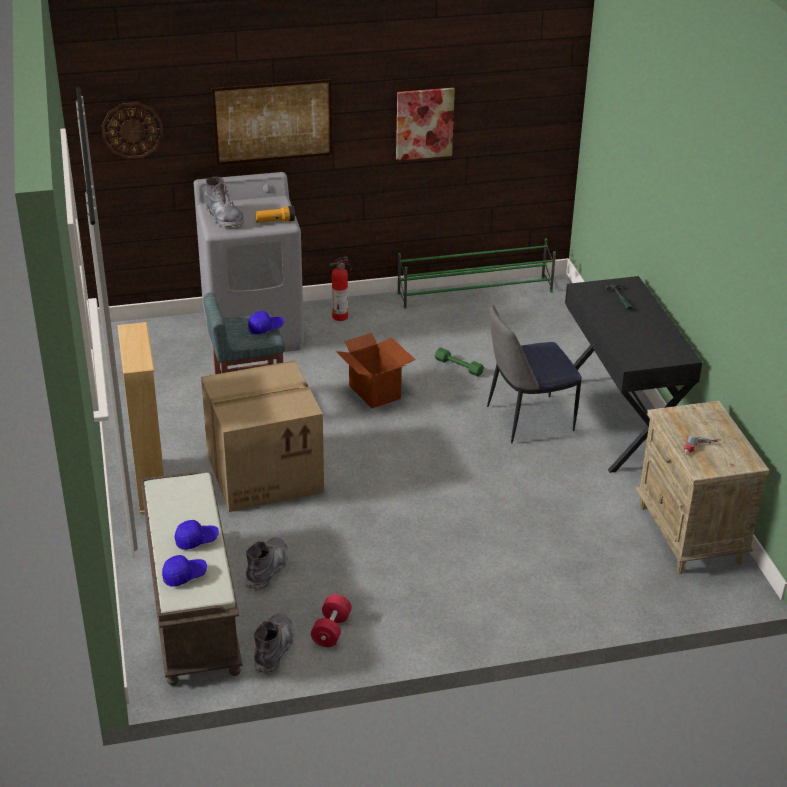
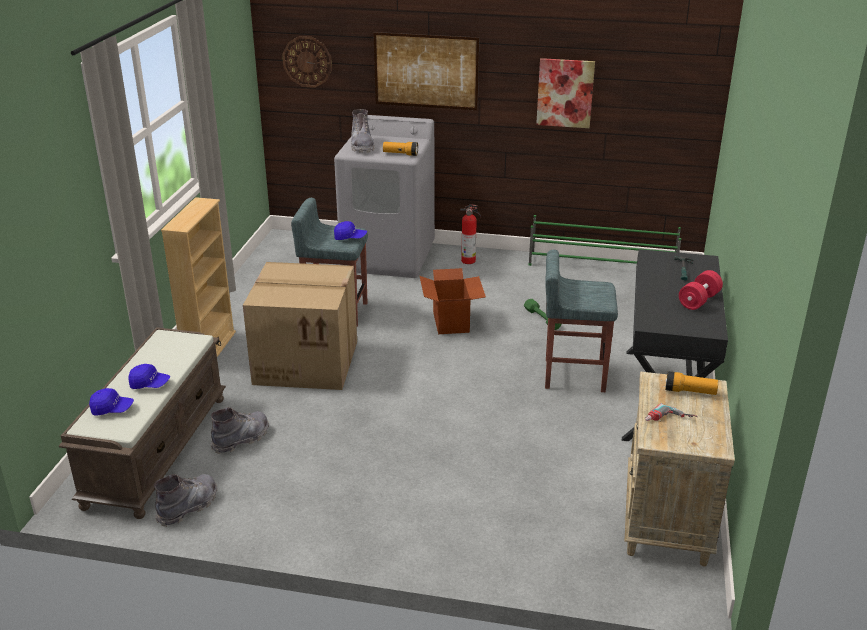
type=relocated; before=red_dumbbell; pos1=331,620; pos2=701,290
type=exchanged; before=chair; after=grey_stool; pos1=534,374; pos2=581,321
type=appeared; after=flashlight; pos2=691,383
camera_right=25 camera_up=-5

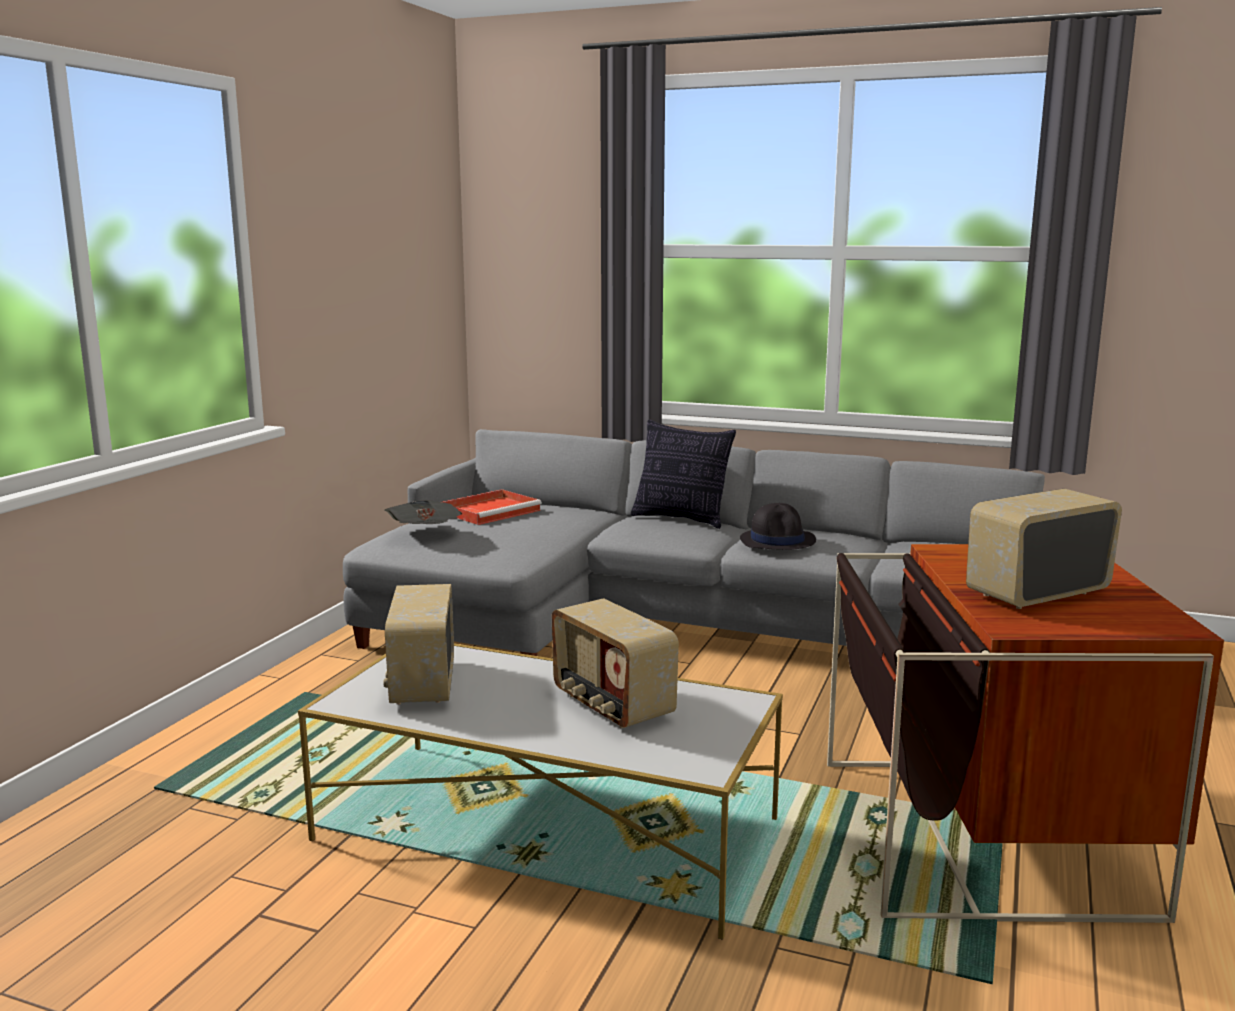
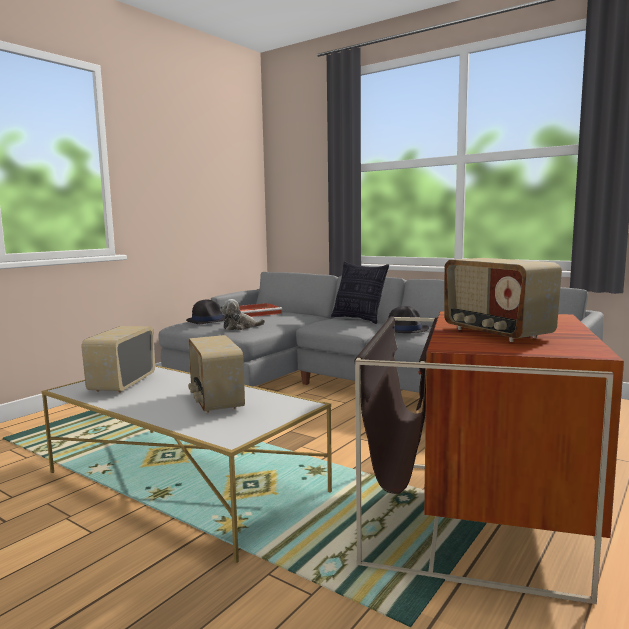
type=exchanged; before=newspaper; after=black_hat; pos1=423,512; pos2=205,311
type=spun; before=radio; pos1=1044,549; pos2=503,300; turn=-105
type=appeared; after=plush_toy; pos2=242,314
camera_right=15 camera_up=-5

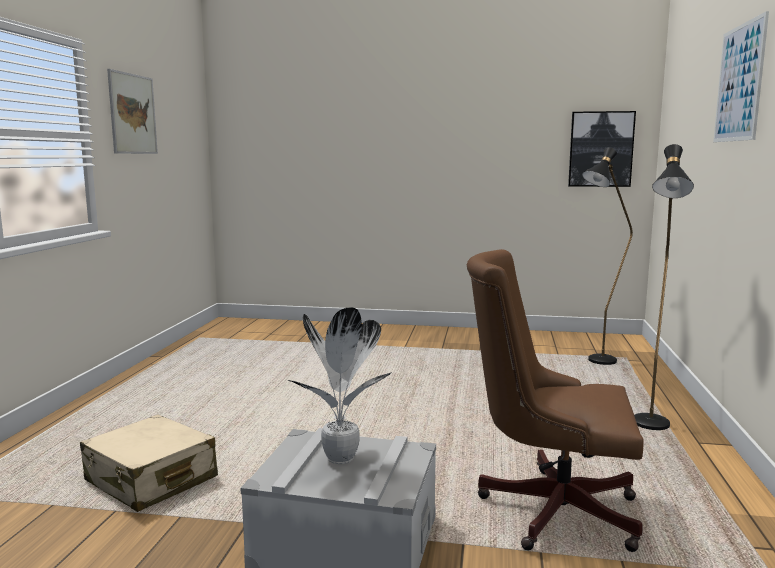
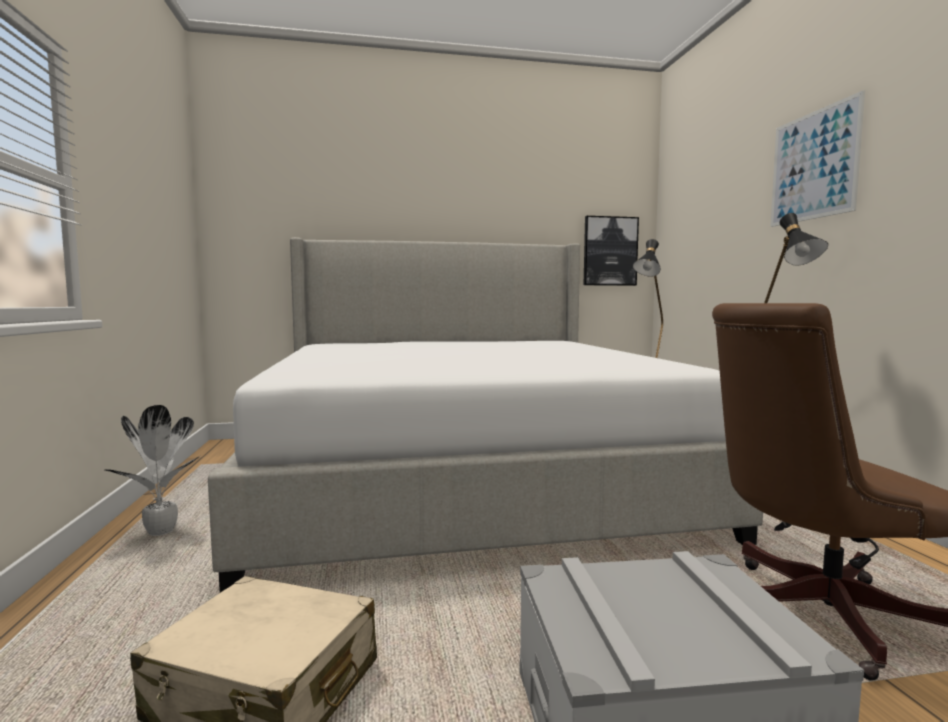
type=missing; before=picture; pos1=132,111
type=relocated; before=potted_plant; pos1=339,385; pos2=152,470
type=appeared; after=bed; pos2=485,415
camera_right=-20 camera_up=-5

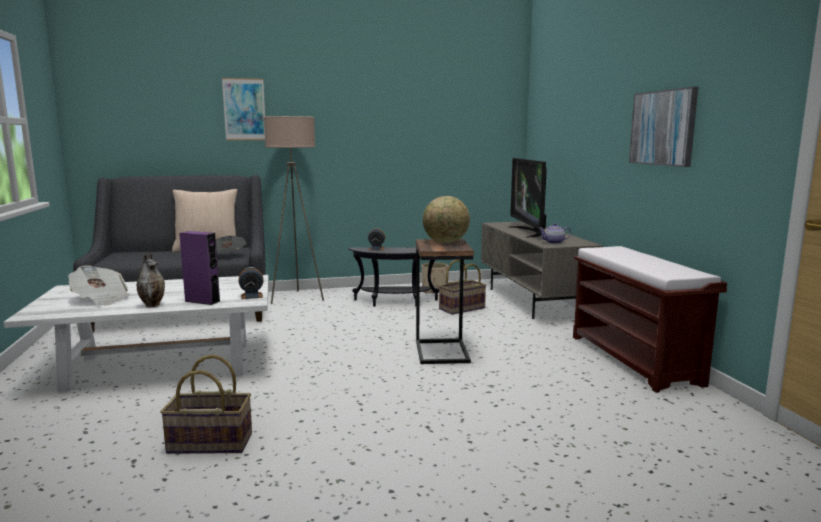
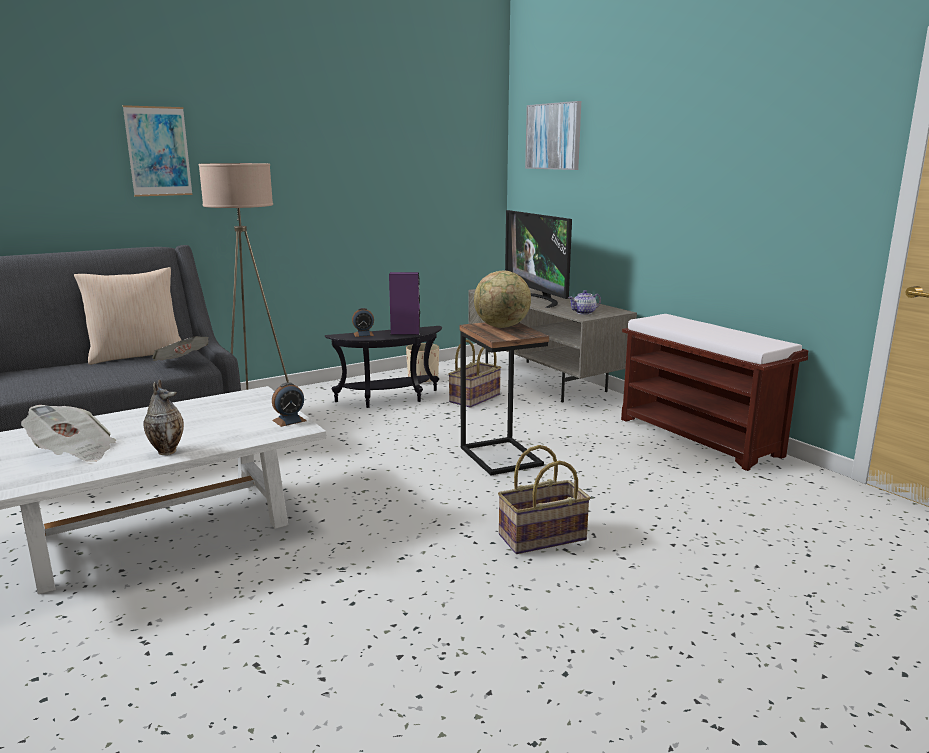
type=relocated; before=basket; pos1=206,404; pos2=544,499
type=relocated; before=purple_speaker; pos1=200,268; pos2=404,303
type=relocated; before=picture; pos1=663,127; pos2=553,135
camera_right=-20 camera_up=5

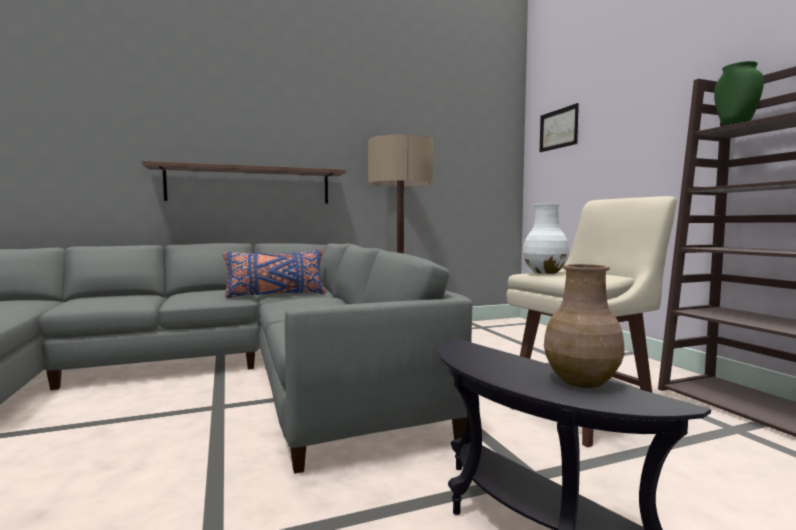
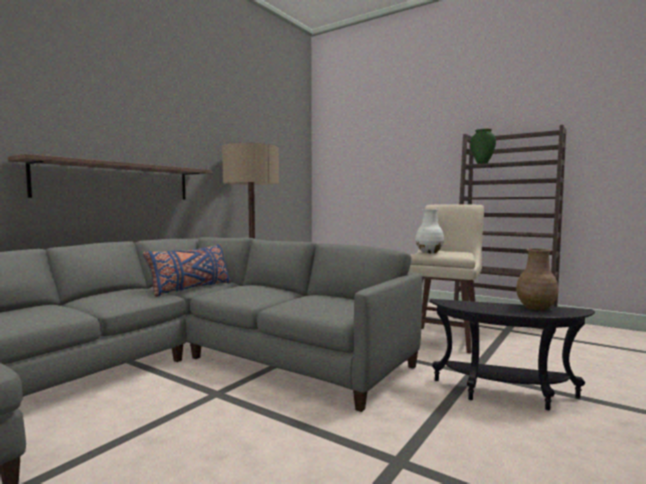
type=missing; before=picture; pos1=559,127
camera_right=-35 camera_up=0

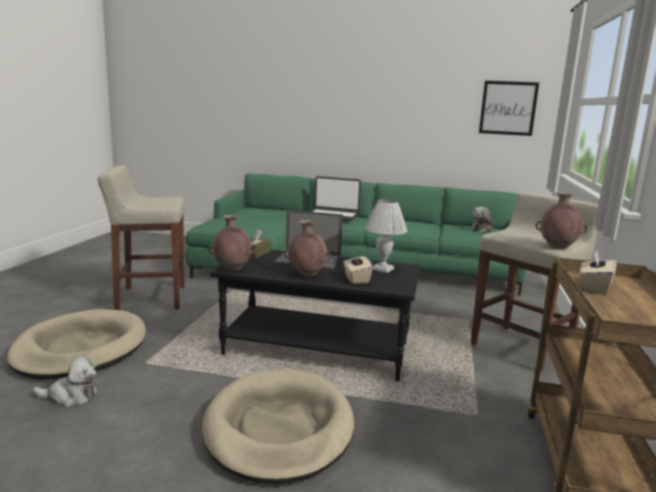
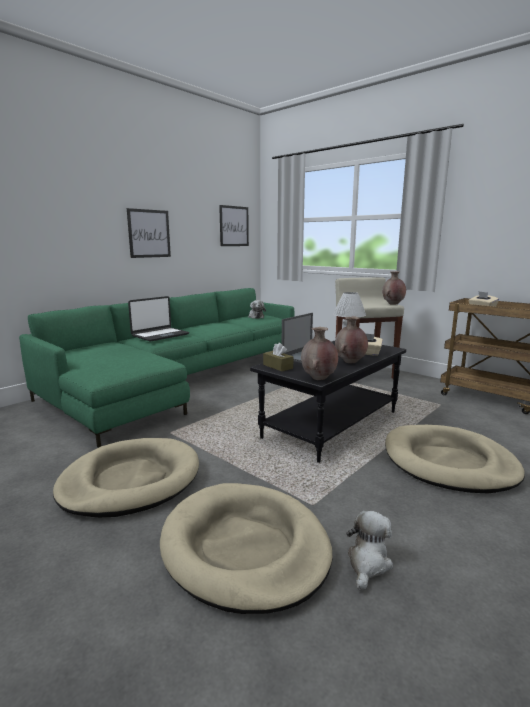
type=exchanged; before=beige_stool; after=beige_dog_bed; pos1=141,237; pos2=126,478
type=appeared; after=picture; pos2=149,233
camera_right=-60 camera_up=0

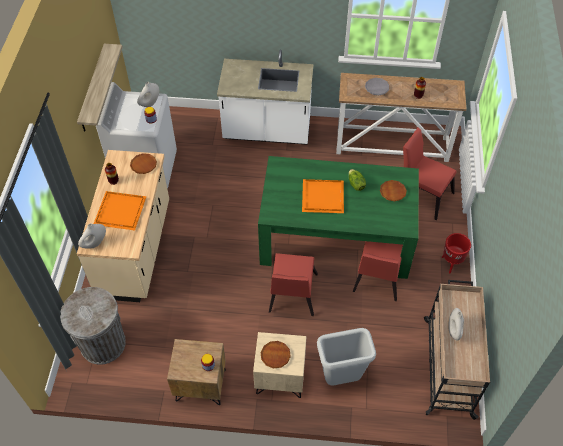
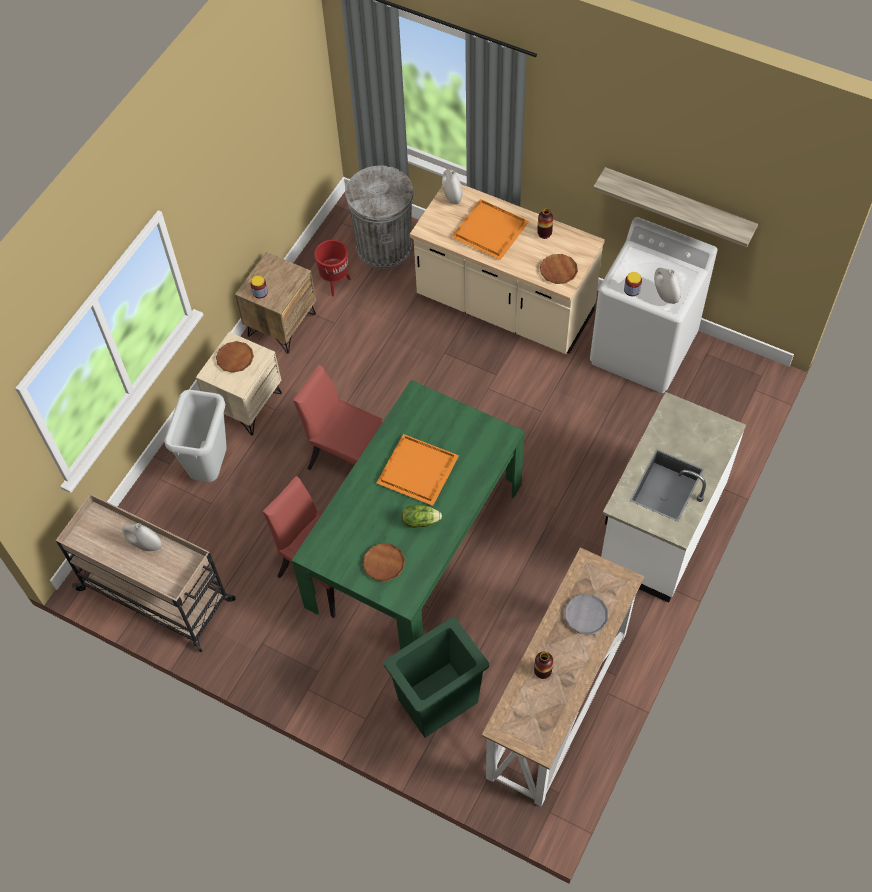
type=exchanged; before=red_chair; after=green_trash_can; pos1=430,174; pos2=436,677
type=relocated; before=red_planter; pos1=456,253; pos2=332,268
camera_right=115 camera_up=5

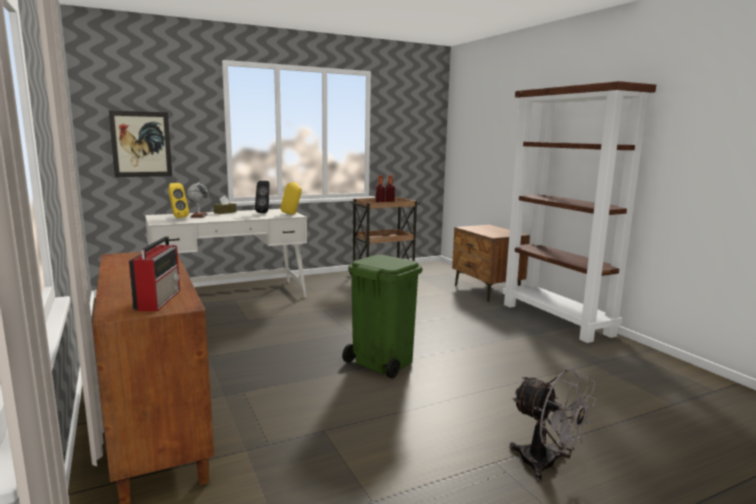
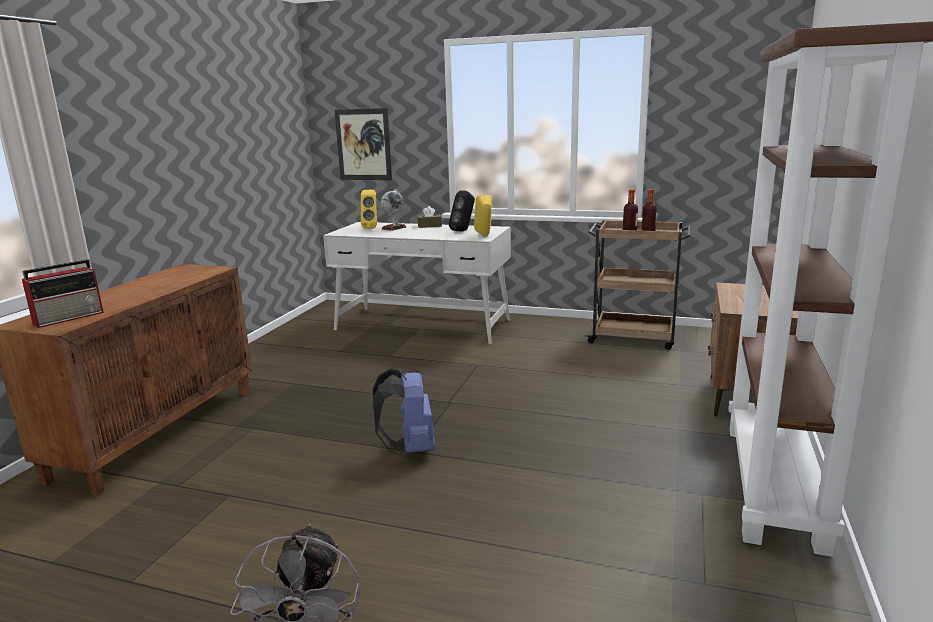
type=exchanged; before=green_trash_can; after=blue_backpack; pos1=382,316; pos2=404,412
camera_right=45 camera_up=5

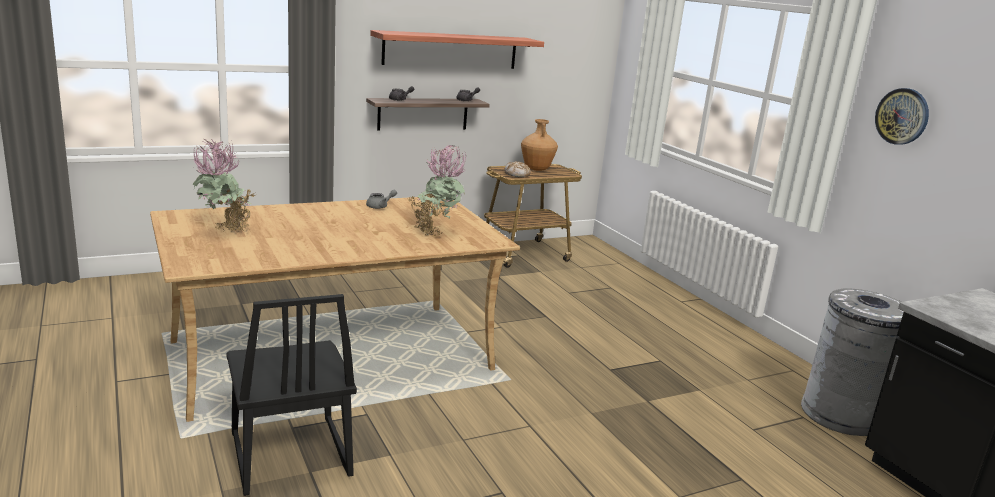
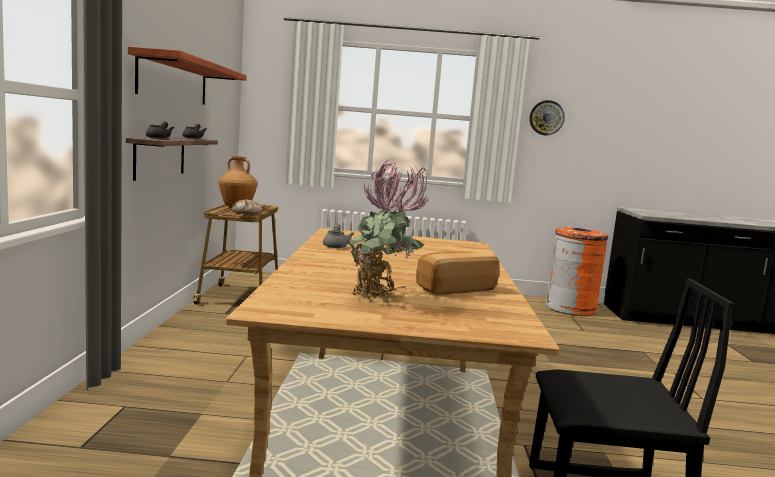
type=missing; before=potted_plant; pos1=436,190
type=colour; before=grey_trash_can; after=orange_trash_can; pos1=852,362; pos2=576,271
type=appeared; after=bread; pos2=457,273
camera_right=-60 camera_up=-10

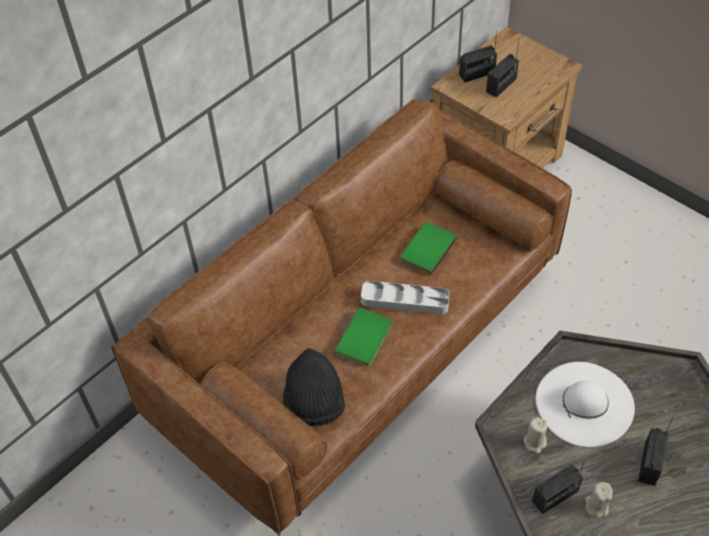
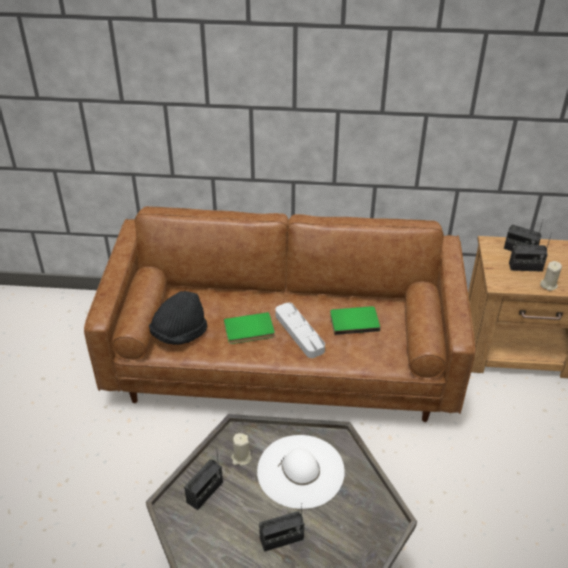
type=spun; before=radio; pos1=558,486; pos2=203,478; turn=-75
type=relocated; before=beige_candle; pos1=599,500; pos2=551,276
camera_right=50 camera_up=-10

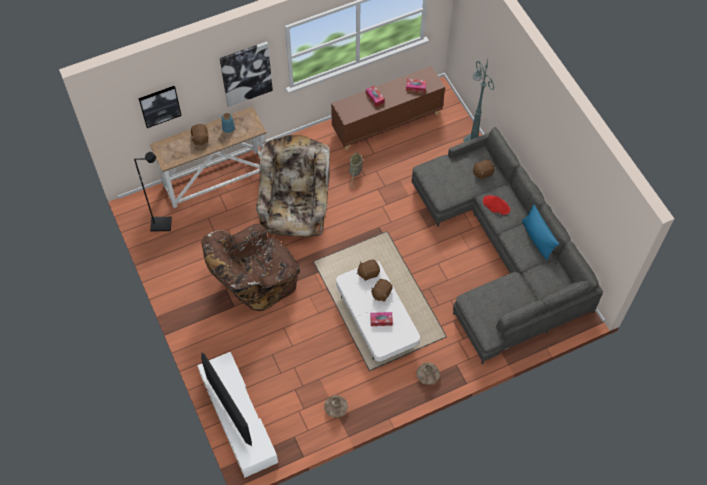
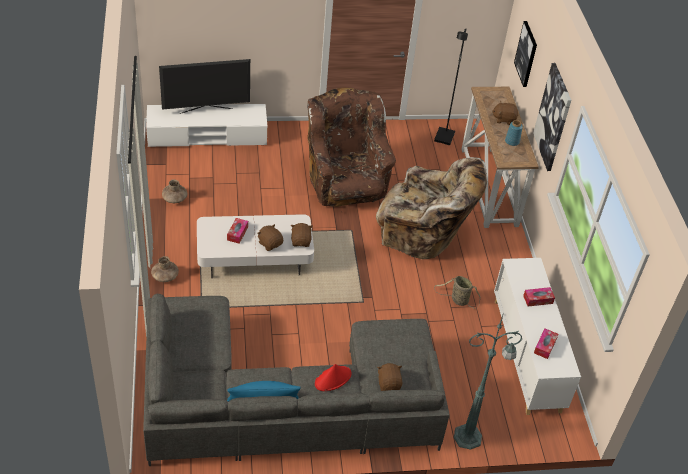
type=colour; before=brown_cabinet; after=white_cabinet; pos1=388,108; pos2=537,336
camera_right=105 camera_up=-15

